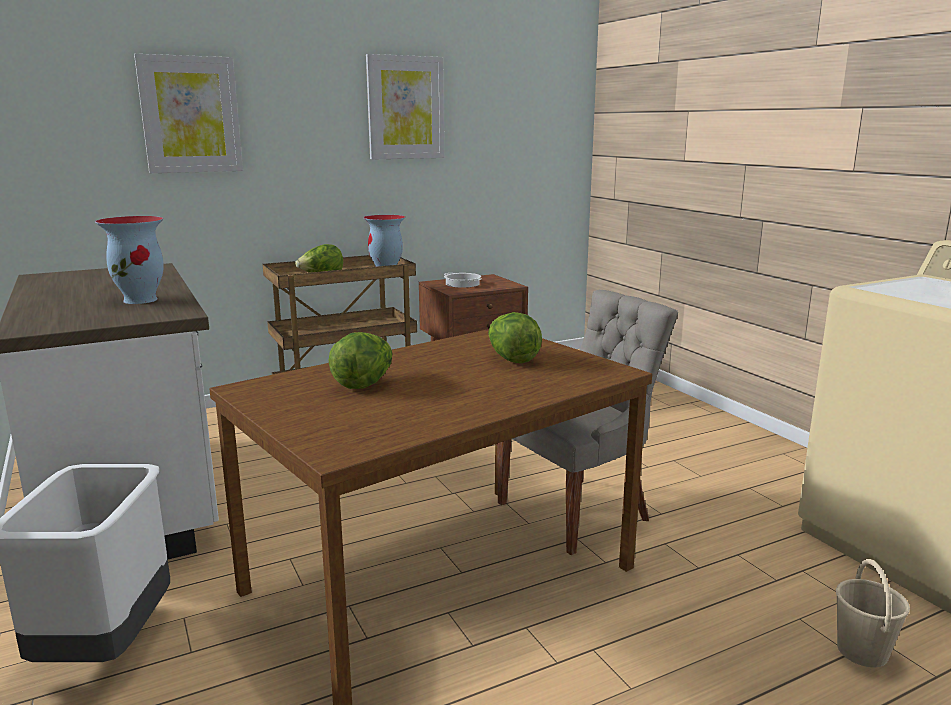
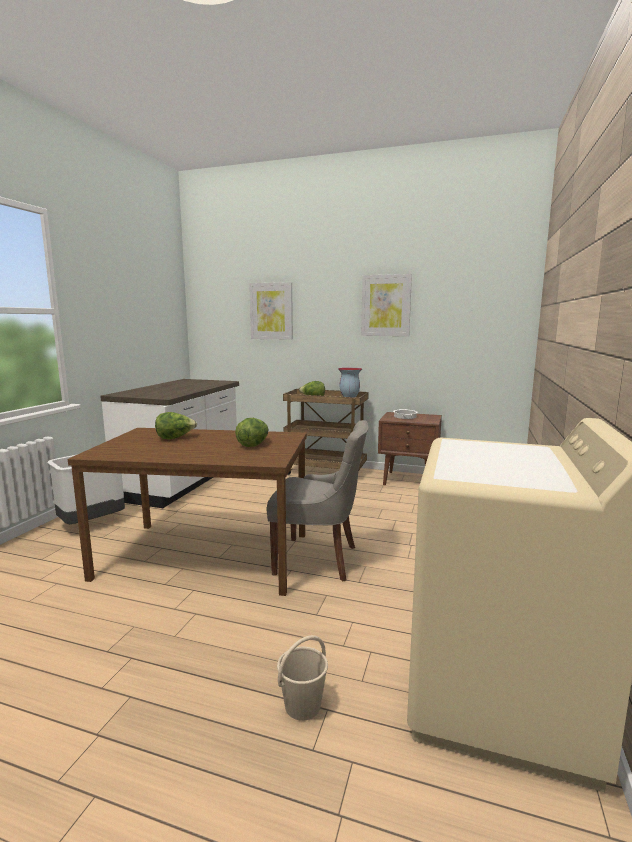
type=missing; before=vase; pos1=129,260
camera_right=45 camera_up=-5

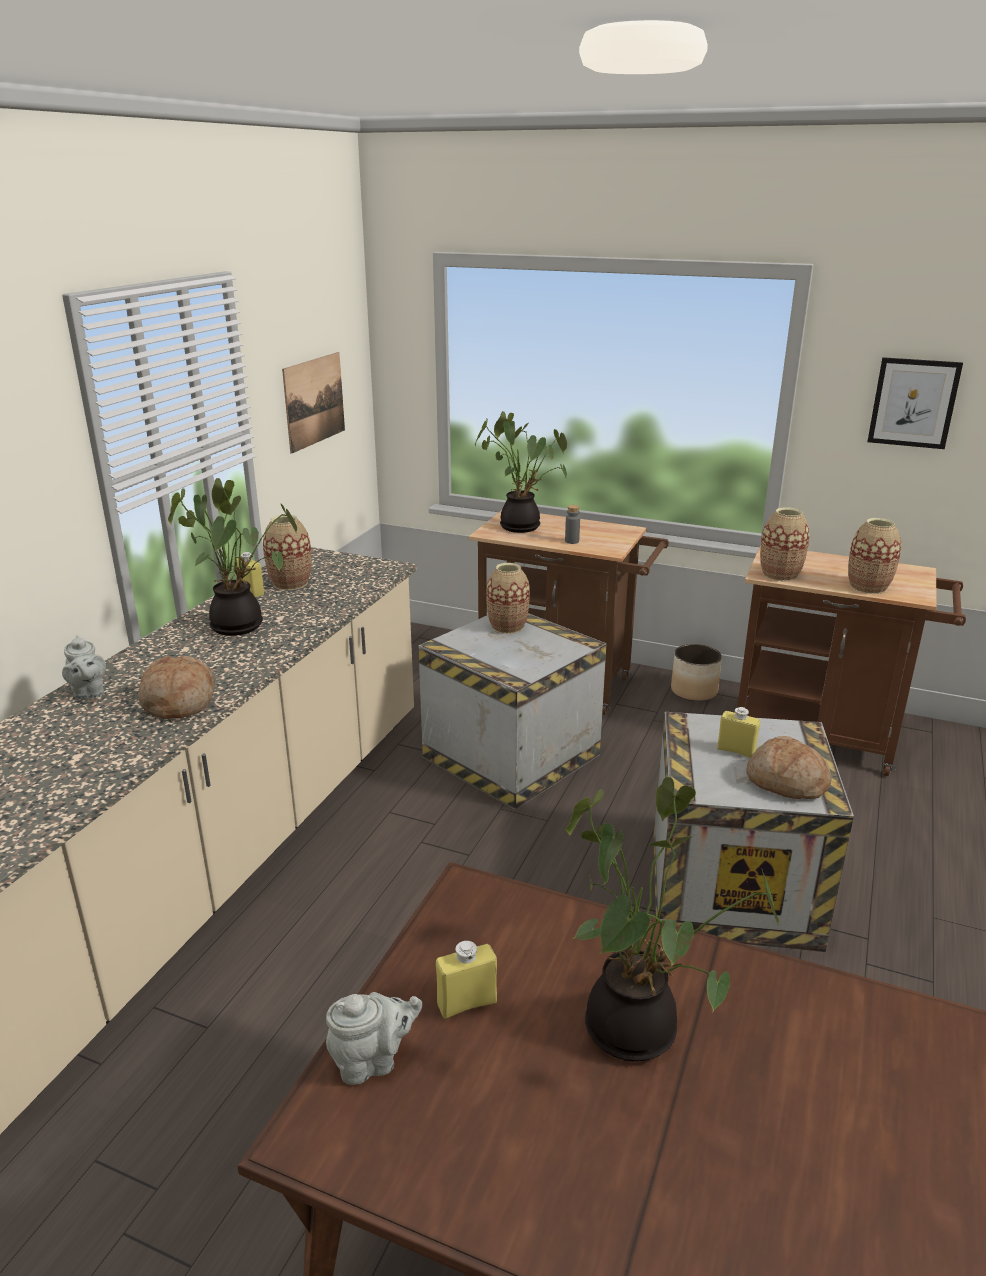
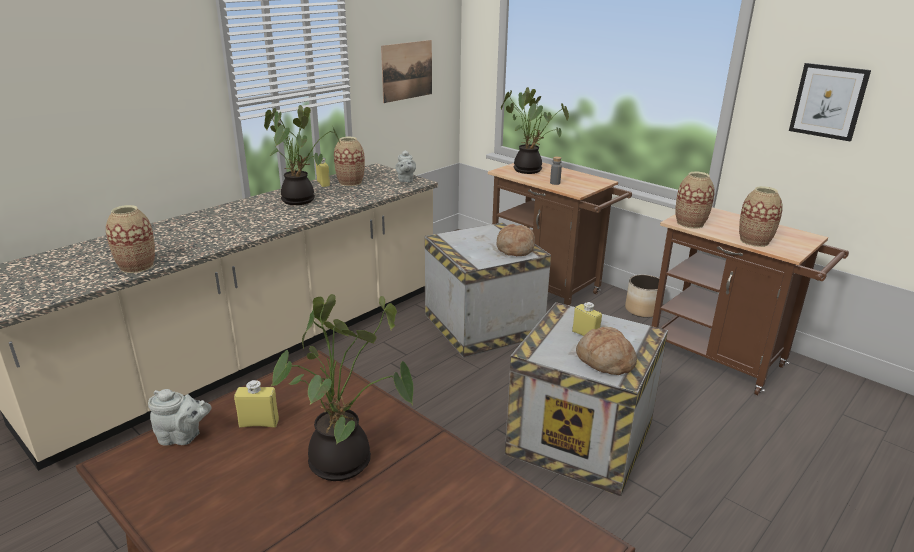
type=relocated; before=grey_teapot; pos1=84,667; pos2=405,166
type=relocated; before=bread; pos1=176,687; pos2=516,240
type=relocated; before=vase; pos1=508,598; pos2=130,239
camera_right=20 camera_up=0

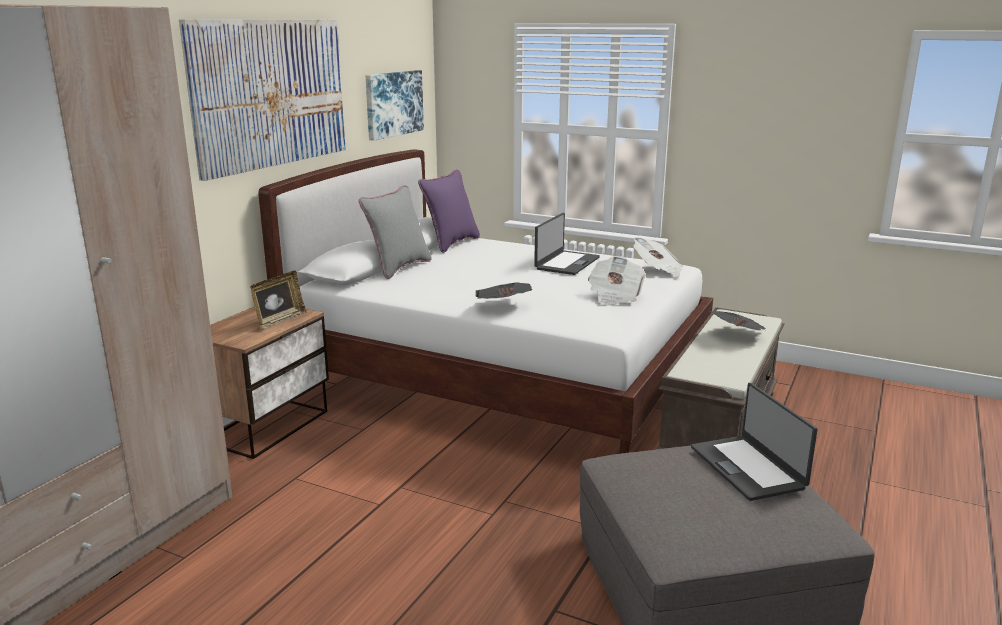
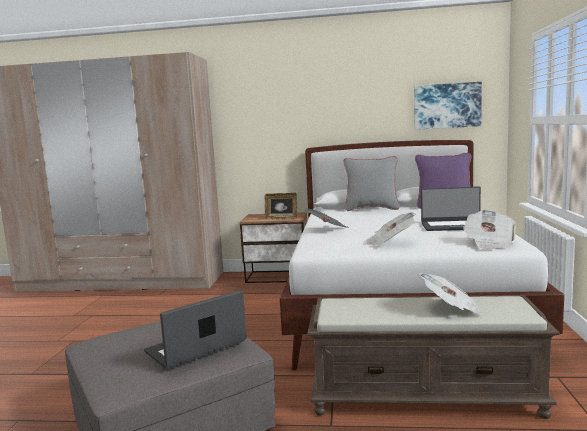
type=missing; before=picture; pos1=262,100
camera_right=70 camera_up=-10

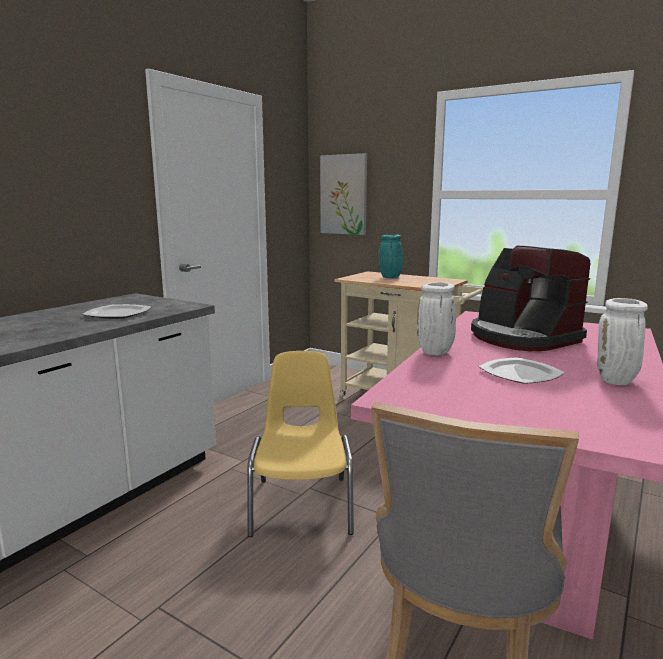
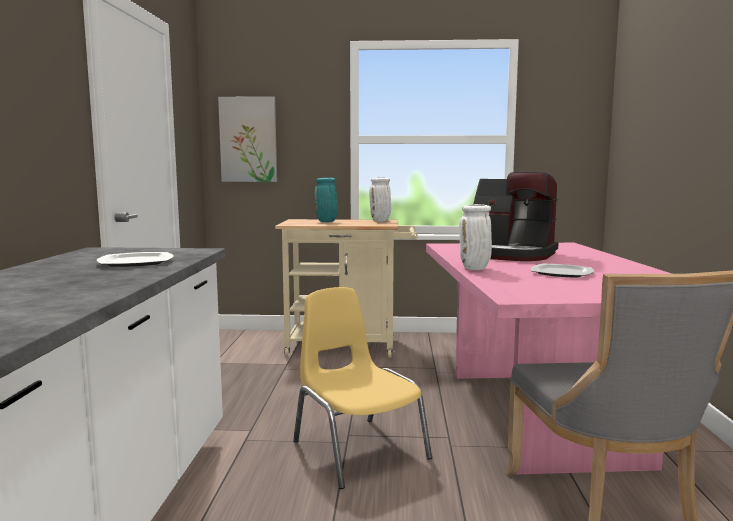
type=relocated; before=white_vase; pos1=622,341; pos2=380,199
camera_right=-30 camera_up=-5

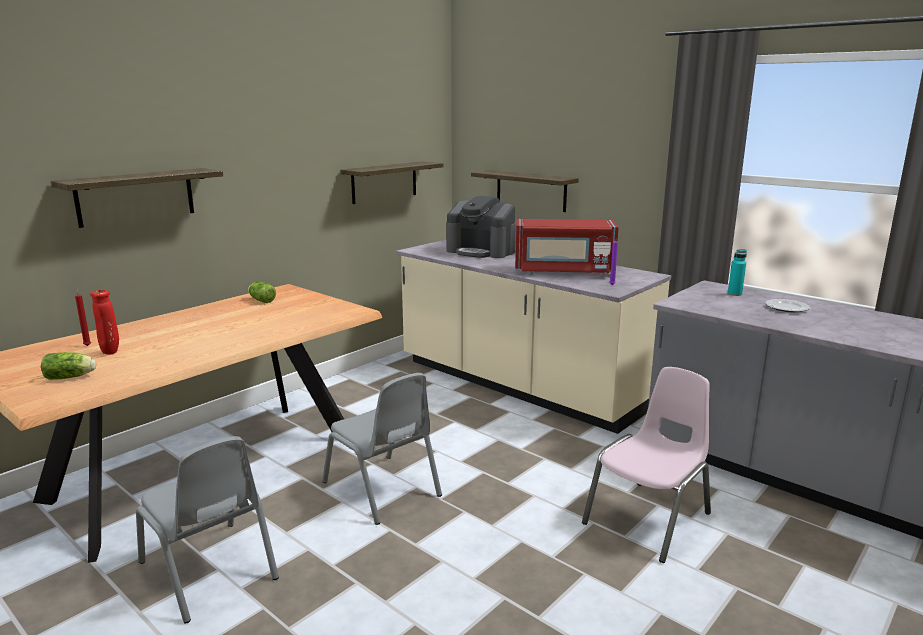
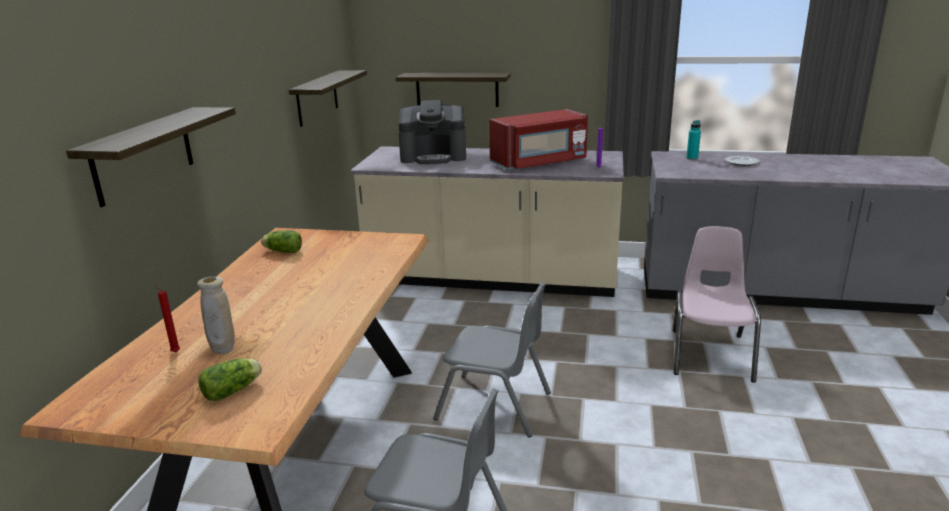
type=colour; before=red_vase; after=beige_vase; pos1=104,322; pos2=216,315
camera_right=-30 camera_up=5

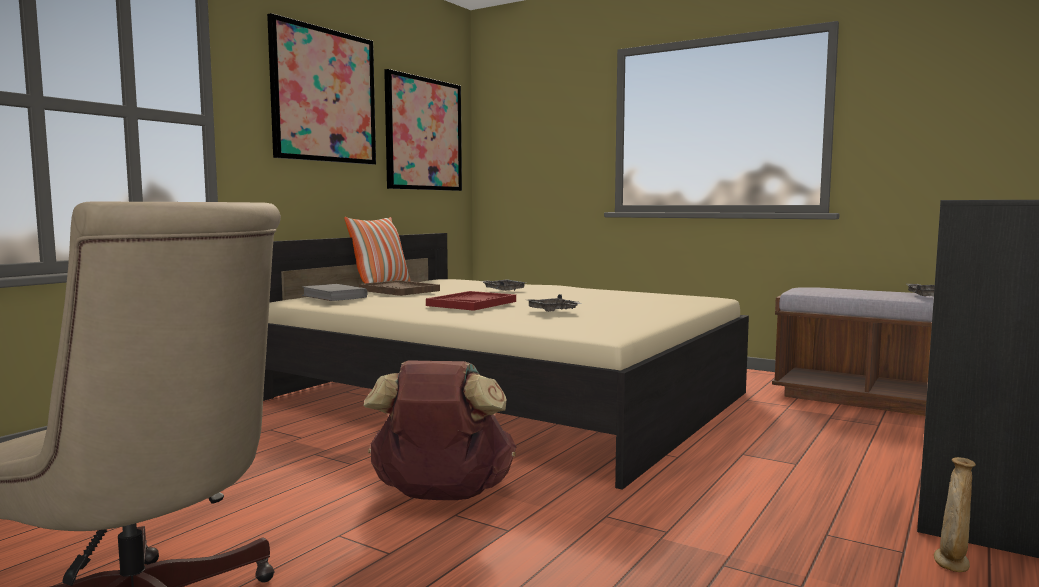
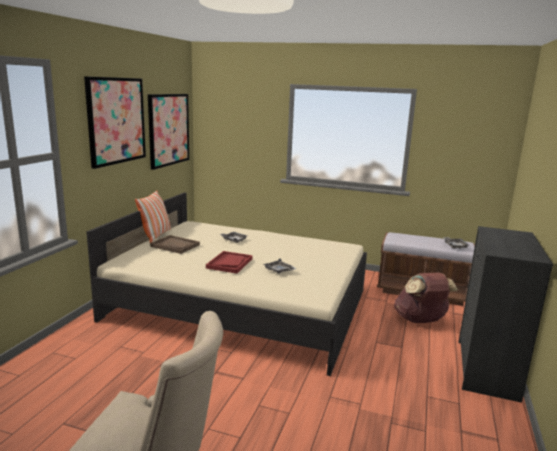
type=missing; before=grey_book; pos1=335,292
type=relocated; before=brown_backpack; pos1=440,430; pos2=426,298
type=missing; before=beige_vase; pos1=955,514
camera_right=-15 camera_up=10

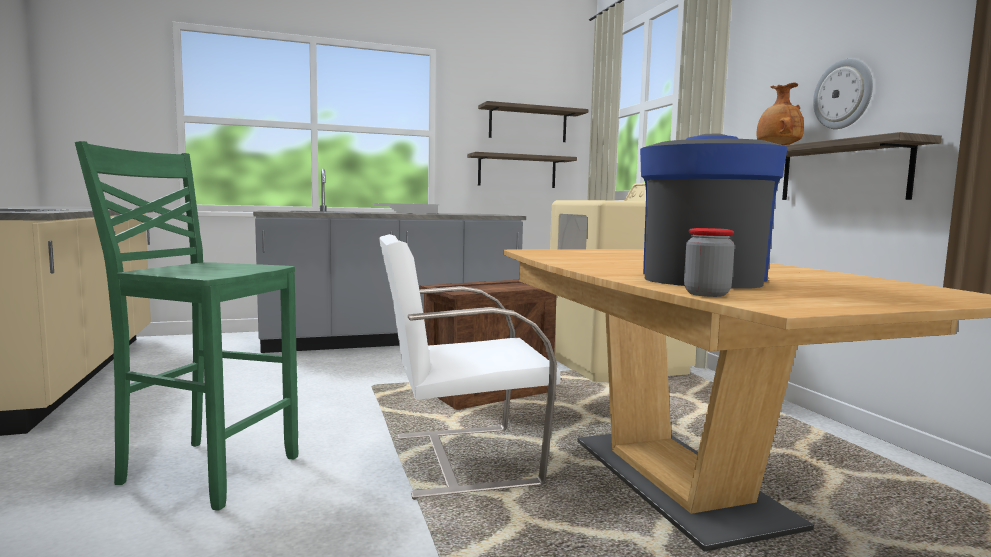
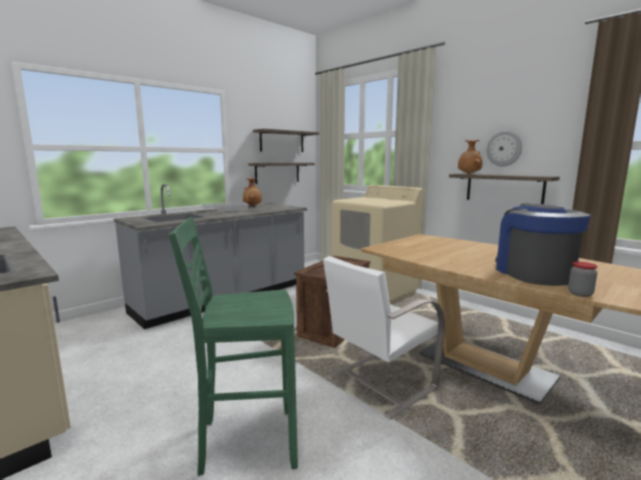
type=appeared; after=brown_vase; pos2=252,192
camera_right=-25 camera_up=5

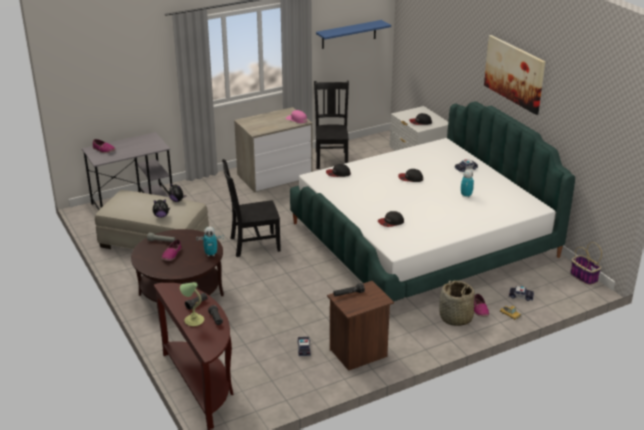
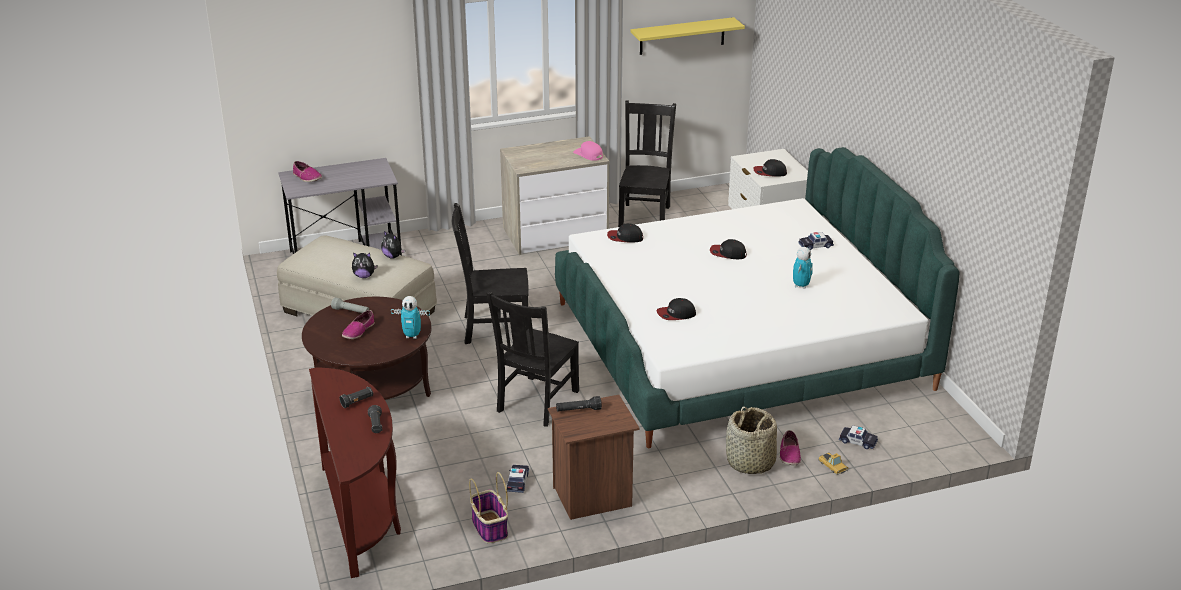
type=missing; before=table_lamp; pos1=192,304
type=colour; before=blue_shelf; after=yellow_shelf; pos1=353,34; pos2=688,36
type=missing; before=picture; pos1=514,75
type=relocated; before=basket; pos1=586,263; pos2=488,507
type=appeared; after=black_chair; pos2=532,359
camera_right=10 camera_up=0

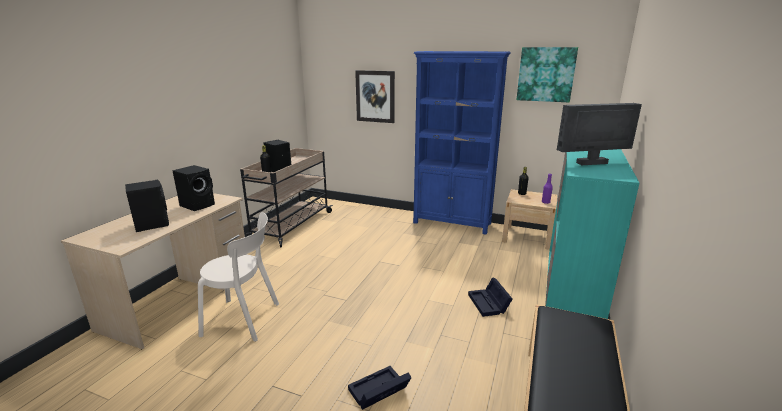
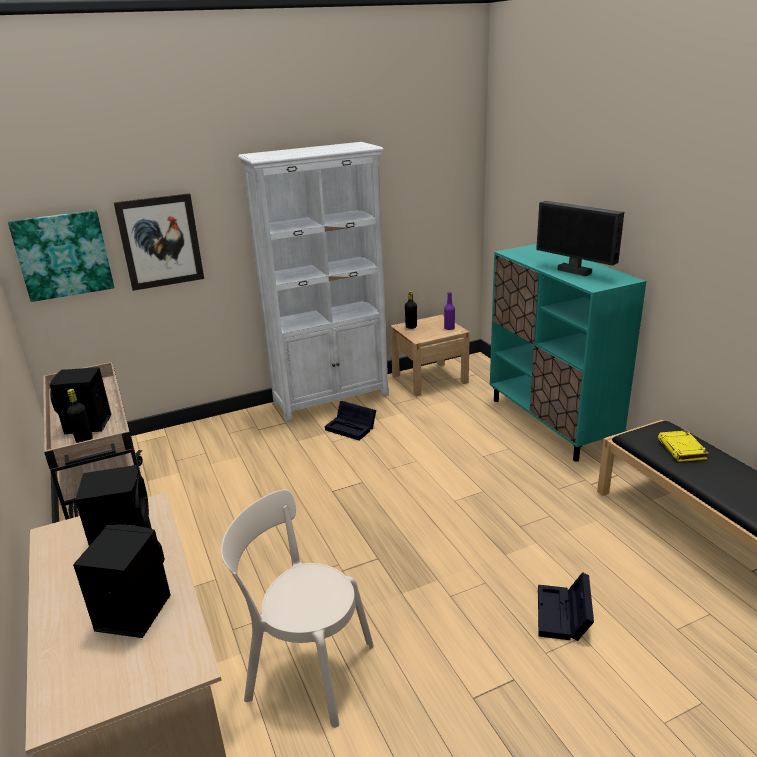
type=spun; before=beige_chair; pos1=238,276; pos2=297,608; turn=-120
type=colour; before=blue_bookcase; after=white_bookcase; pos1=462,143; pos2=313,282
type=relocated; before=black_storage_box; pos1=490,297; pos2=350,421
type=relocated; before=picture; pos1=547,75; pos2=61,256
type=spun; before=monitor; pos1=599,134; pos2=580,238; turn=-75
type=appeared; after=yellow_book; pos2=683,446
camera_right=-45 camera_up=5

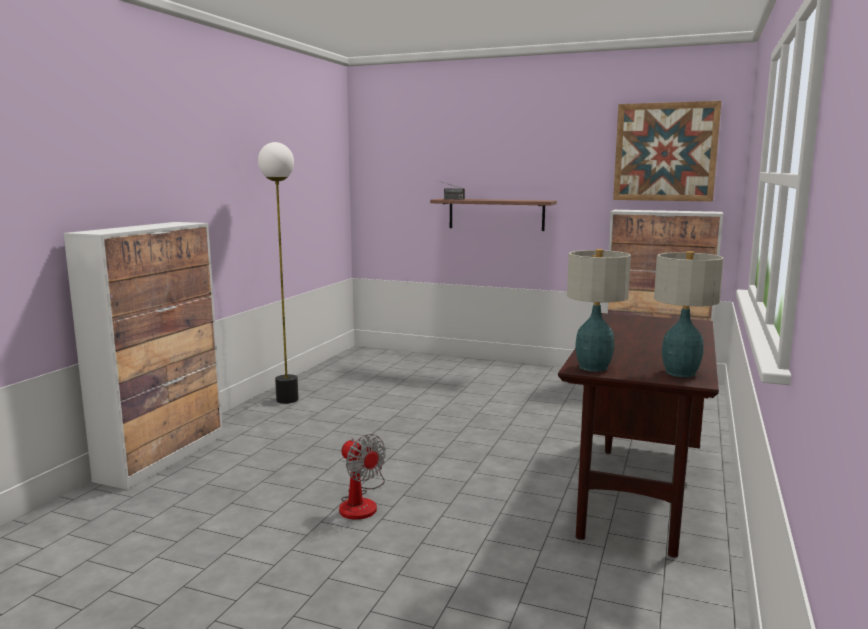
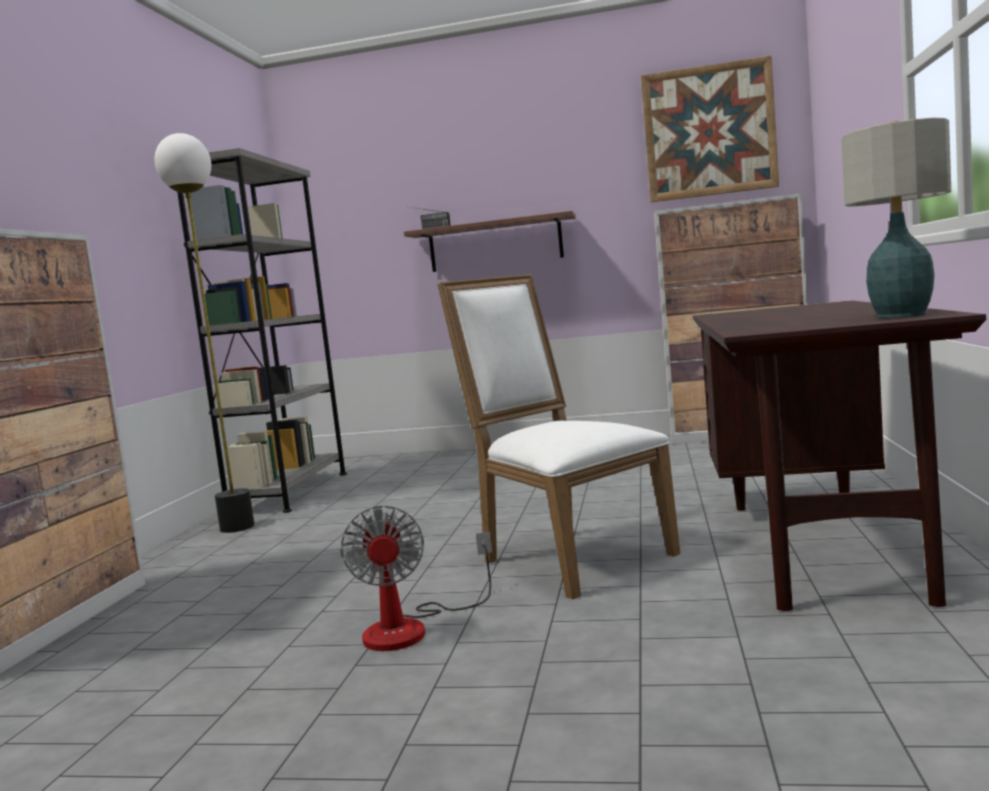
type=spun; before=fan; pos1=362,477; pos2=416,578; turn=45
type=missing; before=table_lamp; pos1=599,310
type=appeared; after=grey_bookcase; pos2=262,330
type=appeared; after=white_chair; pos2=558,436
camera_right=-10 camera_up=-5

